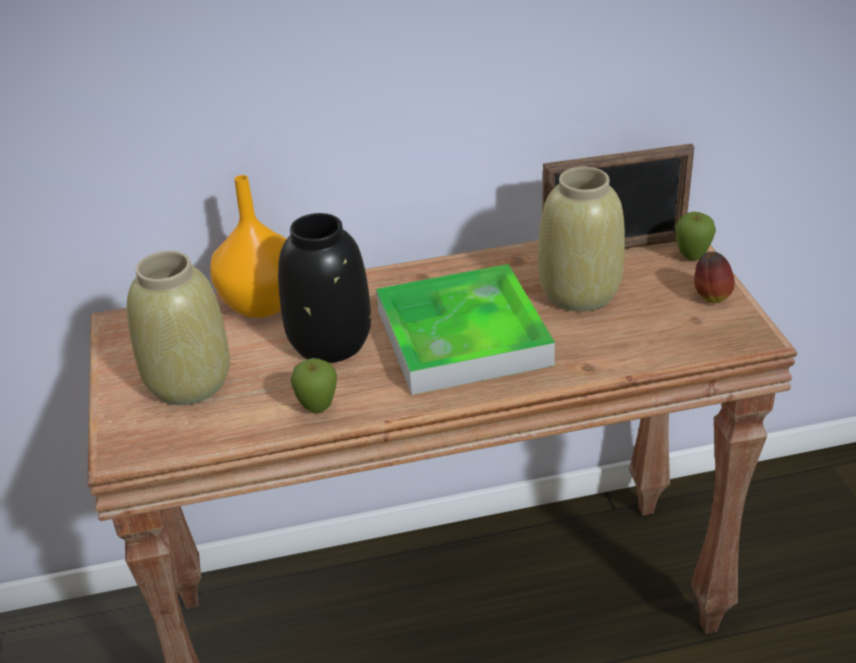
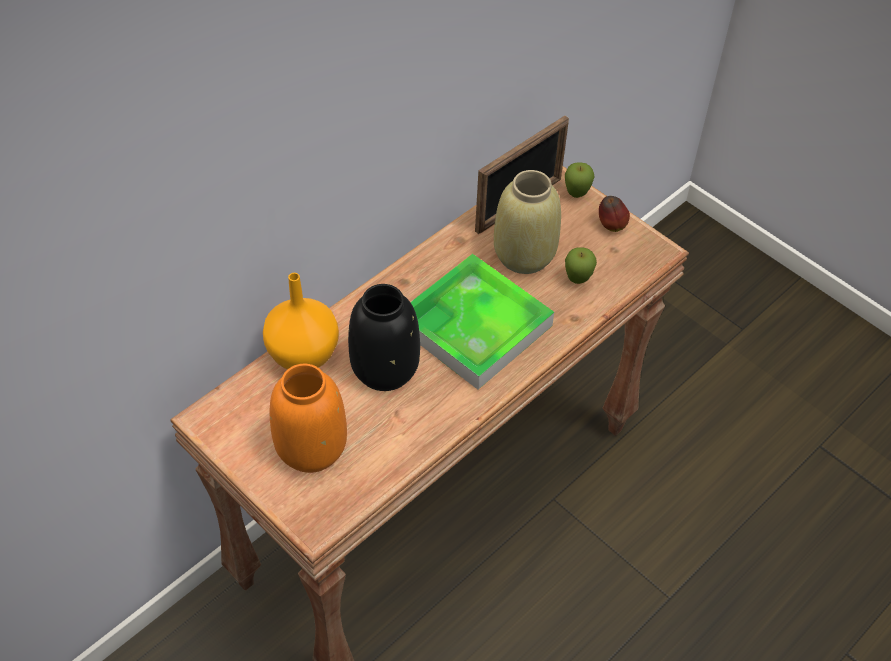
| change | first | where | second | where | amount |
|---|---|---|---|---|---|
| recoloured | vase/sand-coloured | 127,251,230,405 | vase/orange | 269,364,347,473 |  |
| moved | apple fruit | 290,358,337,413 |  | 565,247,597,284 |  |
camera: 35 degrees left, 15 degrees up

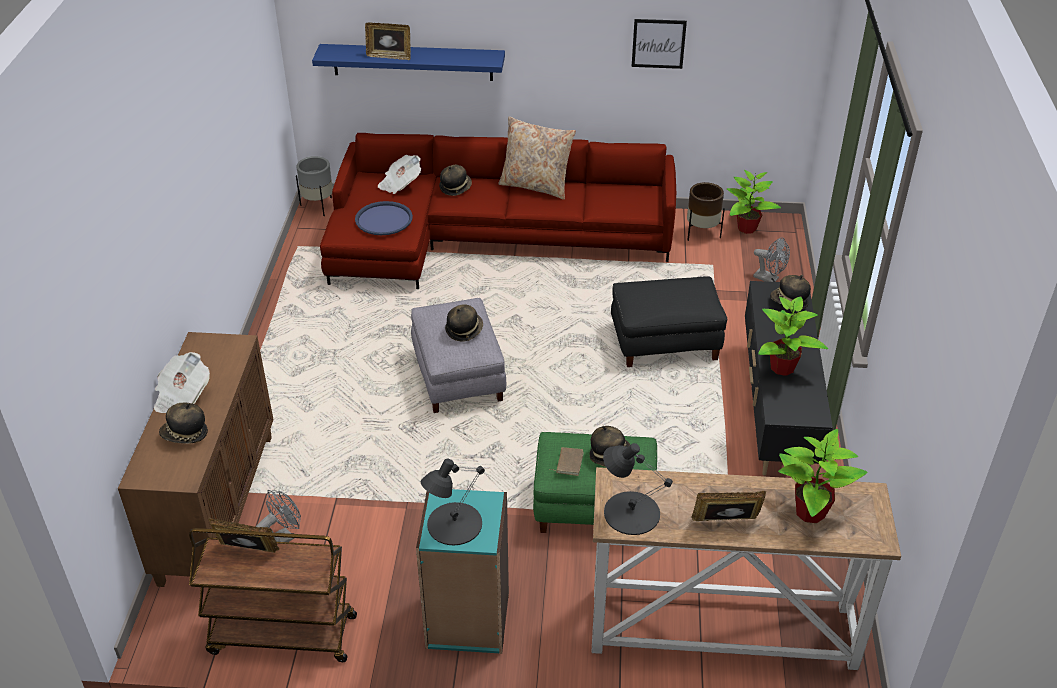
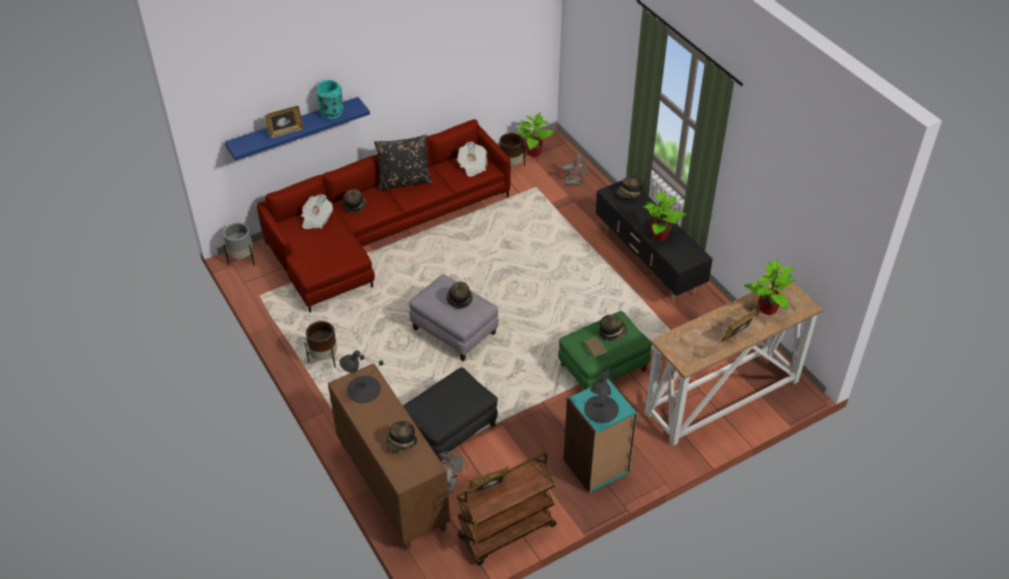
| change | first | where | second | where | amount |
|---|---|---|---|---|---|
| added |  |  | plant pot/brownish | 305,321,337,368 |  |
| added |  |  | vase/turquoise-coloured | 316,80,343,119 |  |
| moved | lamp for a table/black-coloured | 603,443,673,535 |  | 339,350,384,403 |  |
| recoloured | throw pillow/sand-coloured | 498,117,576,200 | throw pillow/black-coloured | 374,134,432,191 |  |
| moved | footrest/black-coloured | 611,276,728,367 |  | 403,367,498,461 |  |
| moved | newspaper | 154,352,210,413 |  | 457,142,487,177 |  |
| removed | tray/bluish | 355,201,413,235 |  |  |  |
| removed | wall picture | 632,19,687,69 |  |  |  |
camera: 35 degrees left, 5 degrees up

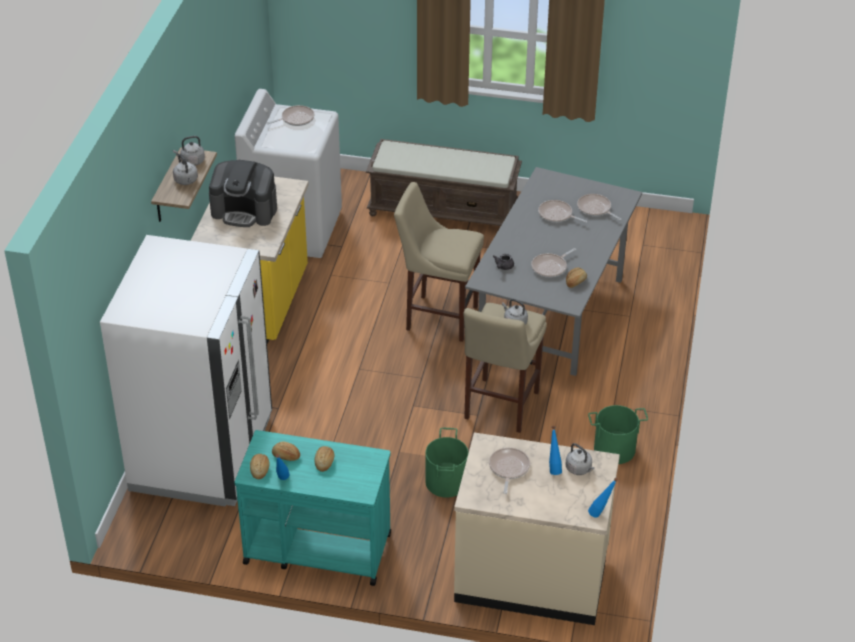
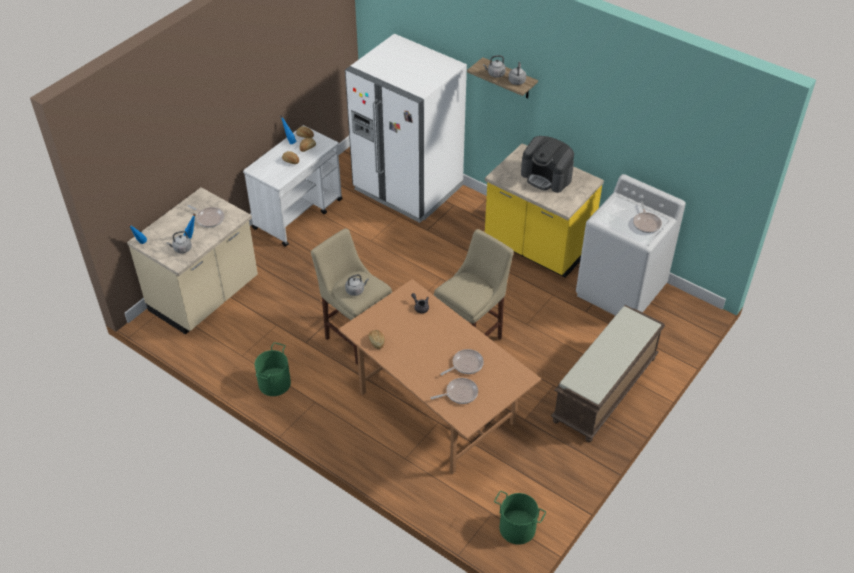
| change | first | where | second | where | amount |
|---|---|---|---|---|---|
| recoloured | wheeled cart/turquoise-coloured | 234,430,391,586 | wheeled cart/white-coloured | 243,125,343,247 |  |
| recoloured | dining table/grey | 465,167,642,376 | dining table/brownish | 338,279,541,475 |  |
| moved | pail/green-coloured | 425,428,468,497 |  | 494,491,546,545 |  |
| turned | coffee machine | 209,160,277,227 |  | 521,136,574,193 | 90 degrees counterclockwise |
| removed | frying pan | 531,248,576,278 |  |  |  |
camera: 115 degrees right, 5 degrees up

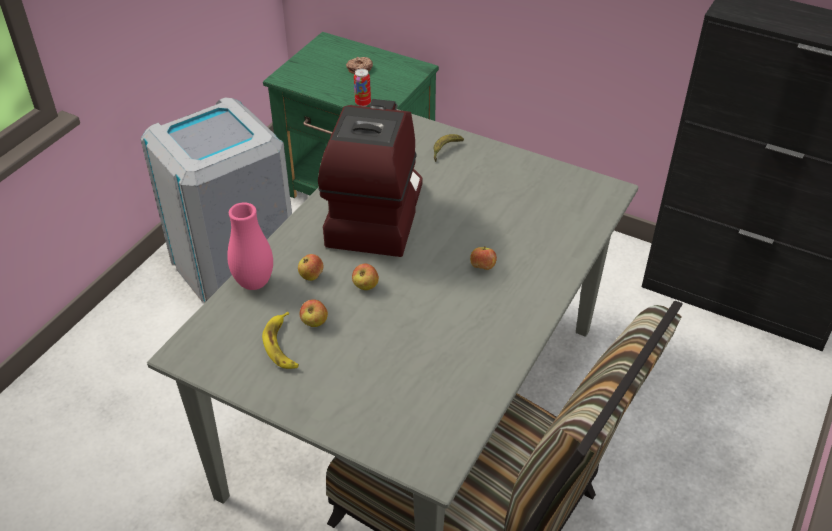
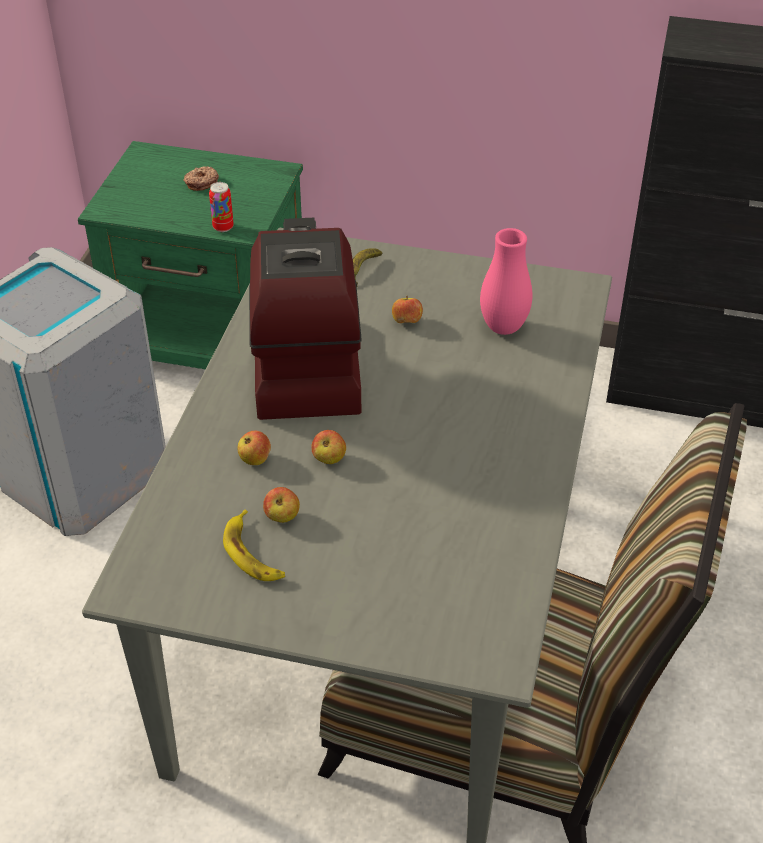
| change | first | where | second | where | amount |
|---|---|---|---|---|---|
| moved | apple fruit | 470,246,497,270 |  | 392,296,423,323 |  |
| moved | vase/pink | 227,202,273,290 |  | 480,228,532,335 |  |
camera: 15 degrees left, 0 degrees up

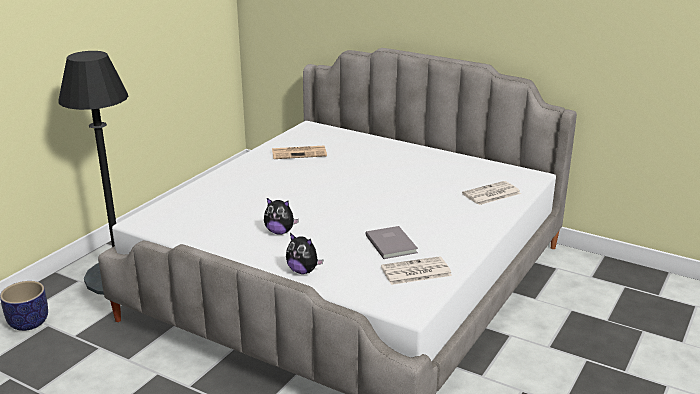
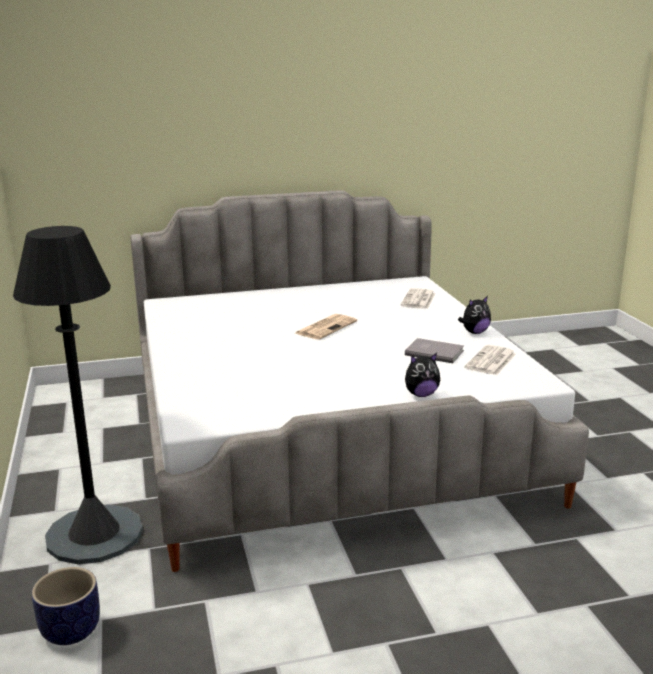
| change | first | where | second | where | amount |
|---|---|---|---|---|---|
| moved | newspaper | 272,146,327,159 |  | 295,314,357,340 |  |
| moved | plush toy | 264,198,299,235 |  | 458,296,491,334 |  |
camera: 45 degrees left, 5 degrees down

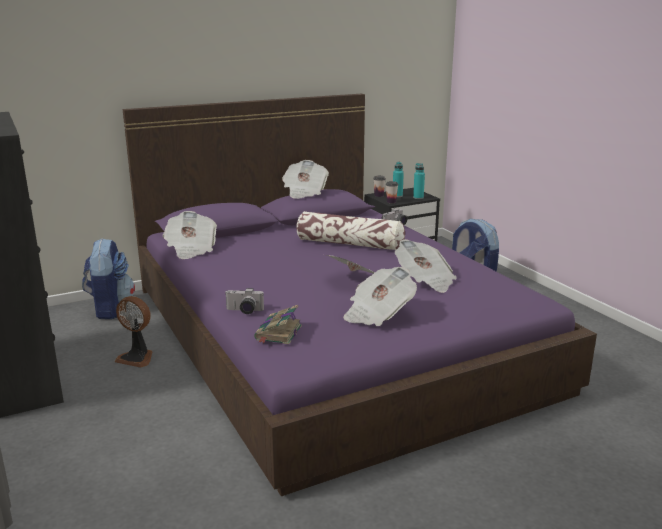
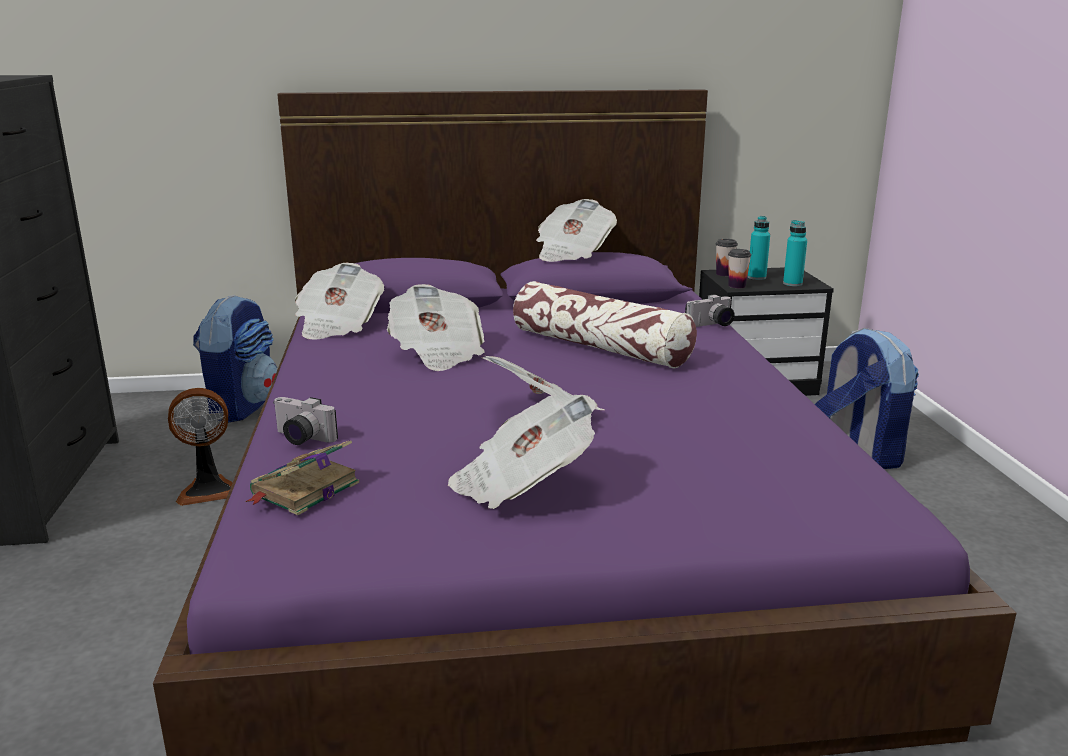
| change | first | where | second | where | amount |
|---|---|---|---|---|---|
| turned | fan | 115,296,153,368 |  | 168,388,233,506 | 60 degrees counterclockwise |
| moved | newspaper | 395,239,457,293 |  | 387,284,485,371 |  |
camera: 20 degrees right, 0 degrees up

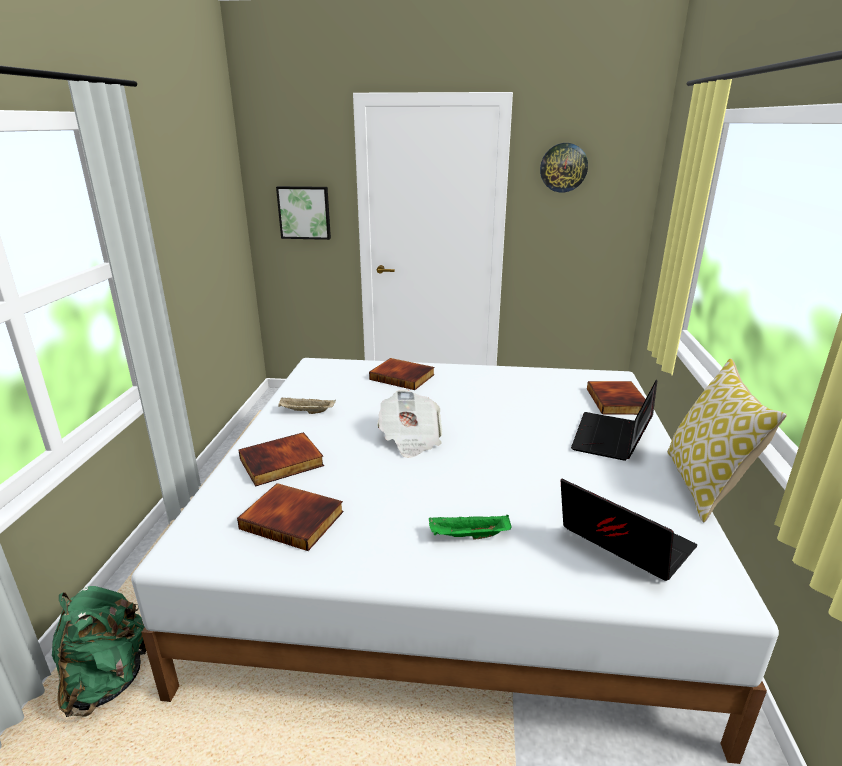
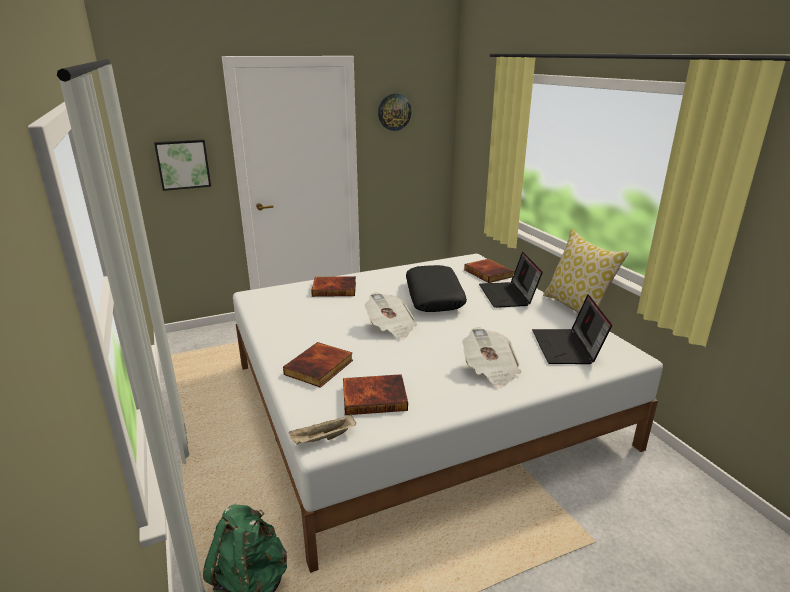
| change | first | where | second | where | amount |
|---|---|---|---|---|---|
| moved | tray/sand-coloured | 278,397,336,414 |  | 289,414,356,445 |  |
| added |  |  | throw pillow/black-coloured | 406,265,467,312 |  |
| replaced | tray/green-coloured | 429,515,512,539 | newspaper | 462,327,521,388 |  |
| turned | portable computer | 561,479,697,581 |  | 532,294,612,364 | 105 degrees counterclockwise |
camera: 30 degrees left, 0 degrees up

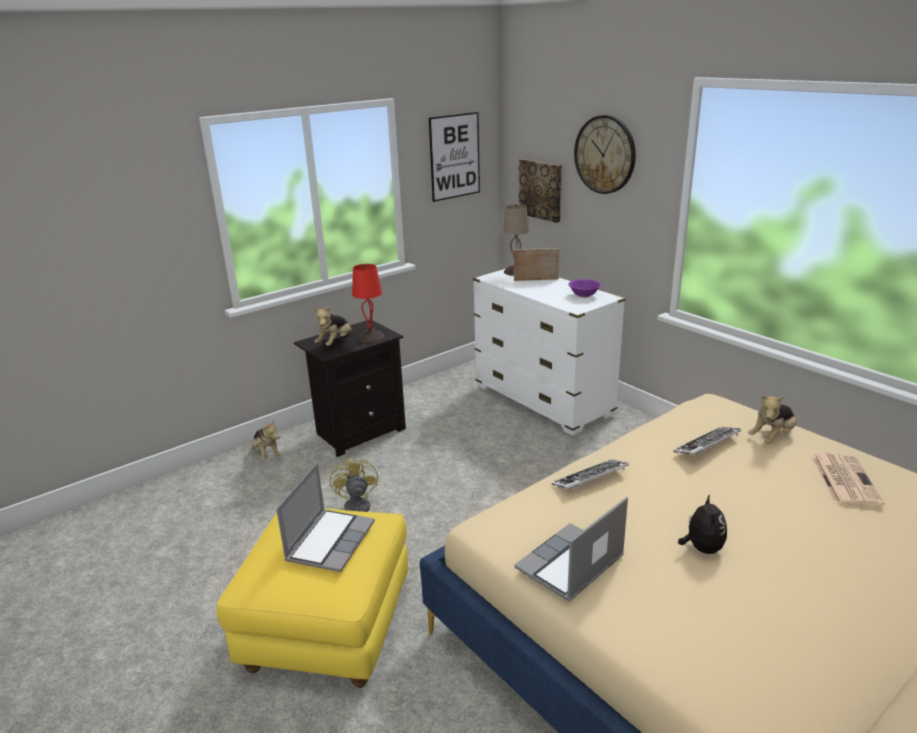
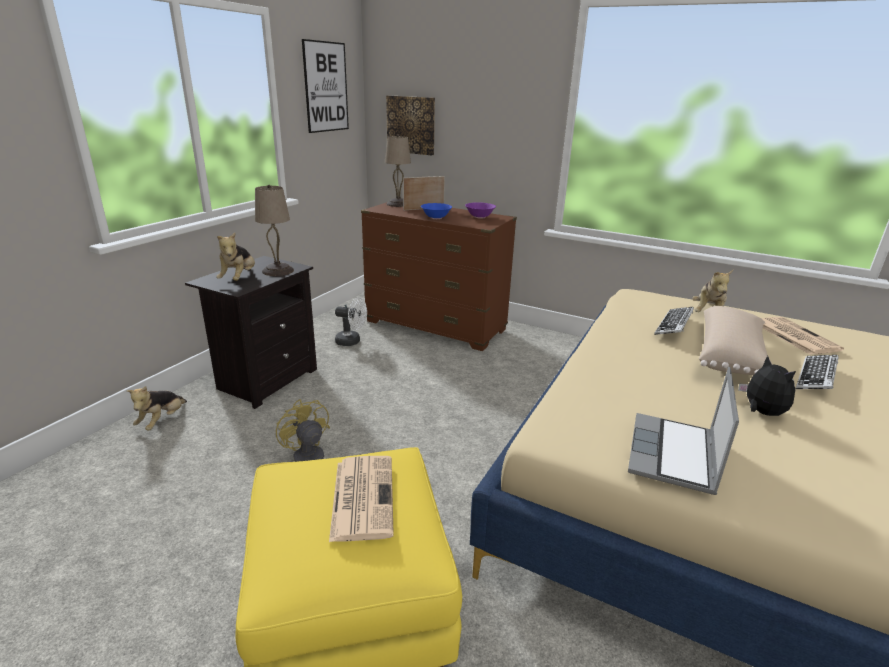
| change | first | where | second | where | amount |
|---|---|---|---|---|---|
| turned | plush toy | 249,420,281,460 |  | 127,386,187,430 | 75 degrees clockwise |
| recoloured | lamp for a table/red-coloured | 352,264,385,343 | lamp for a table/sand-coloured | 255,185,294,276 |  |
| replaced | portable computer | 276,463,375,572 | newspaper | 329,456,394,542 |  |
| added |  |  | fan/white-coloured | 335,297,367,346 |  |
| recoloured | drawer chest/white-coloured | 473,269,625,436 | drawer chest/brownish | 361,202,517,351 |  |
| added |  |  | serving bowl/bluish | 421,203,452,219 |  |
| added |  |  | throw pillow/sand-coloured | 699,306,773,375 |  |
| moved | PC keyboard | 552,460,629,490 |  | 795,355,839,389 |  |
| removed | clock on the wall | 574,115,636,194 |  |  |  |
camera: 25 degrees left, 0 degrees up

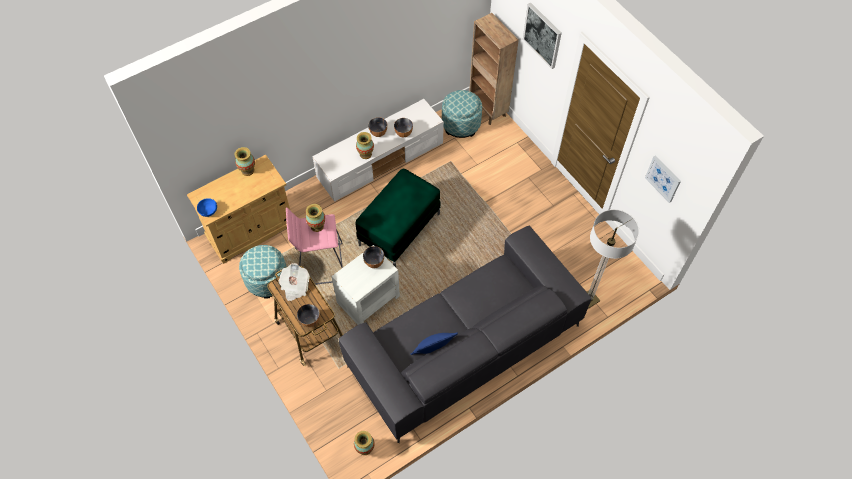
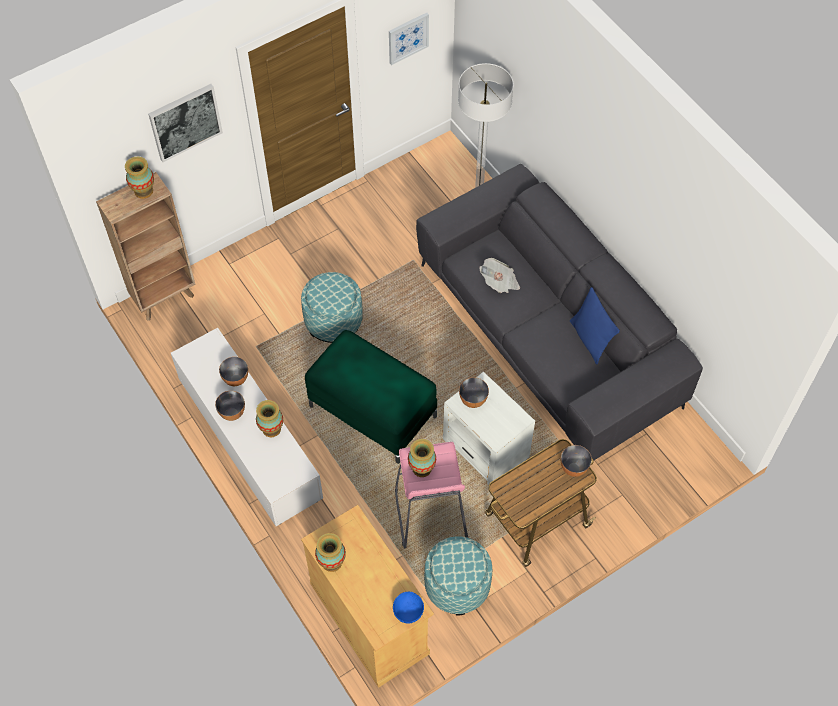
| change | first | where | second | where | amount |
|---|---|---|---|---|---|
| moved | vase | 354,431,375,455 |  | 125,157,154,199 |  |
| moved | footrest | 442,90,482,138 |  | 301,272,363,343 |  |
| moved | newspaper | 279,263,310,301 |  | 479,258,520,293 |  |
camera: 90 degrees left, 0 degrees up

